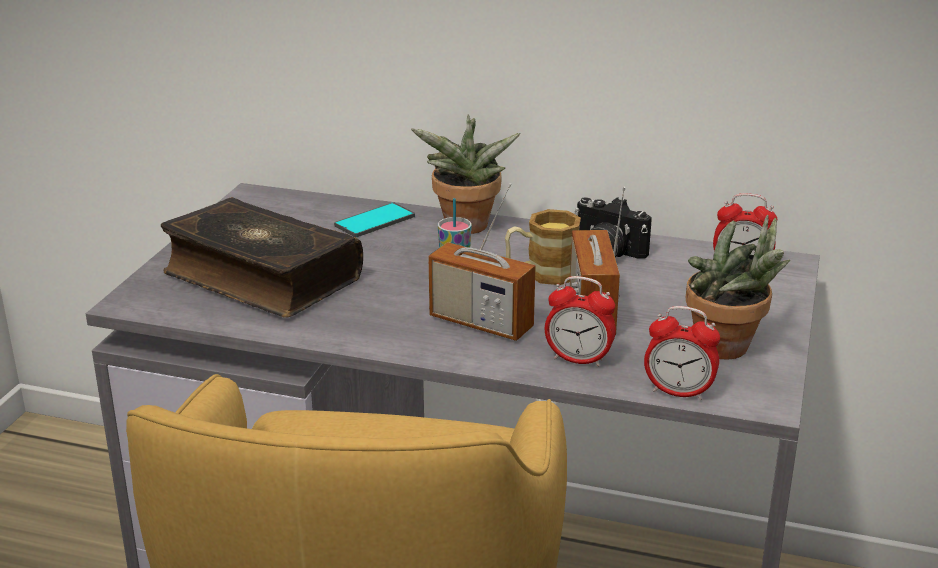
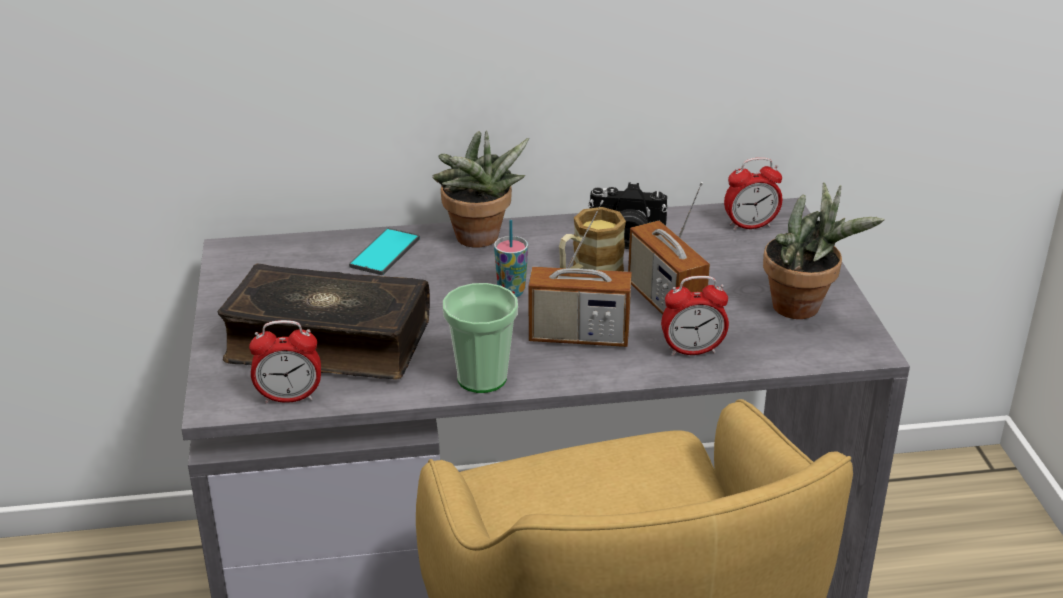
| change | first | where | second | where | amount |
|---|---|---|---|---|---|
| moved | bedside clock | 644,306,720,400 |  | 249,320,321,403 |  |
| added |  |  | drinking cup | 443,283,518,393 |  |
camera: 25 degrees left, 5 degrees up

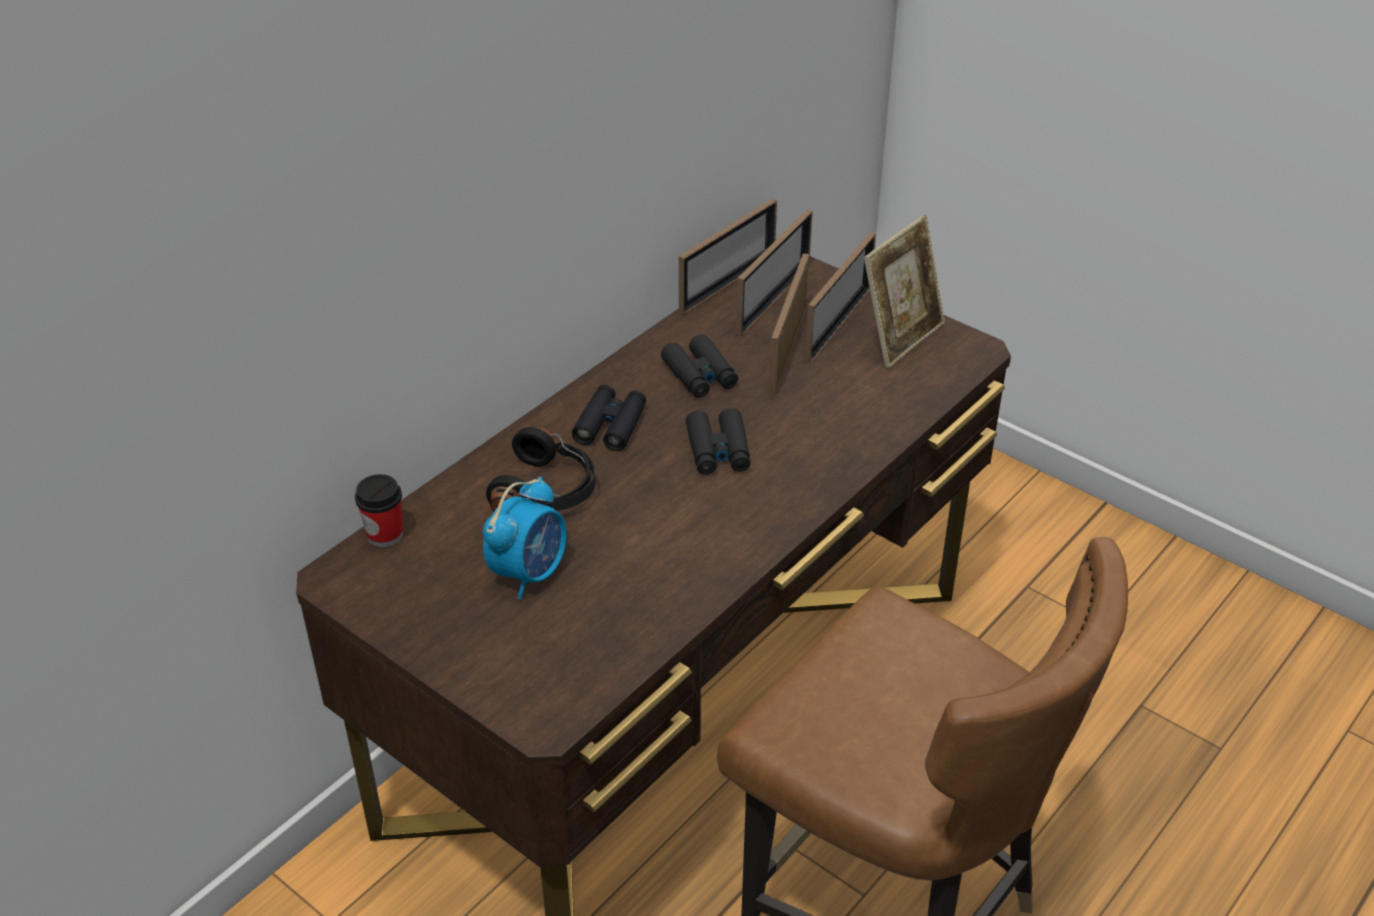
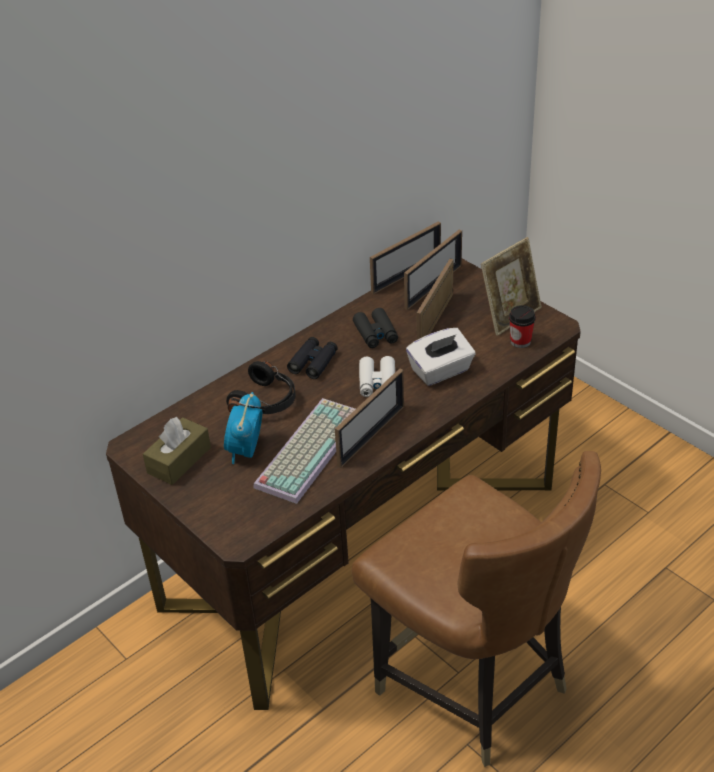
| change | first | where | second | where | amount |
|---|---|---|---|---|---|
| added |  |  | tissue box/brownish | 143,417,211,485 |  |
| turned | bedside clock | 483,477,567,600 |  | 224,392,262,464 | 150 degrees clockwise |
| added |  |  | PC keyboard | 253,398,355,504 |  |
| moved | standing frame | 805,232,876,364 |  | 335,369,404,468 |  |
| recoloured | field glasses/black-coloured | 686,408,751,474 | field glasses/white-coloured | 359,356,395,397 |  |
| added |  |  | tissue box/white-coloured | 406,328,475,386 |  |
| moved | drinking cup | 355,474,403,548 |  | 509,305,536,348 |  |
camera: 10 degrees right, 0 degrees up

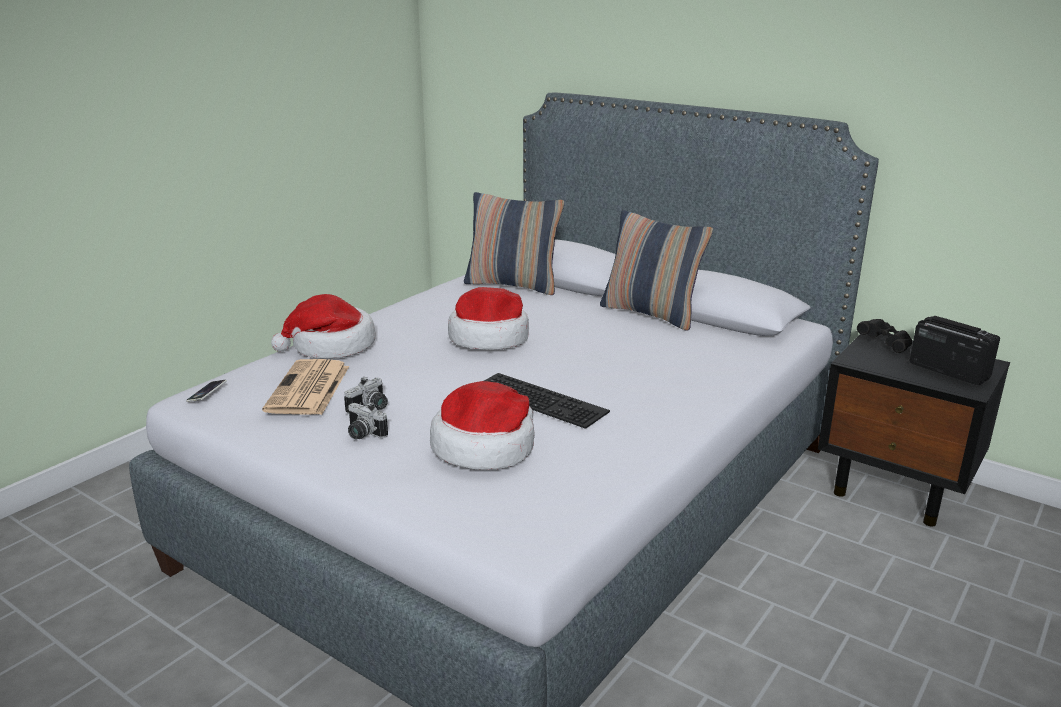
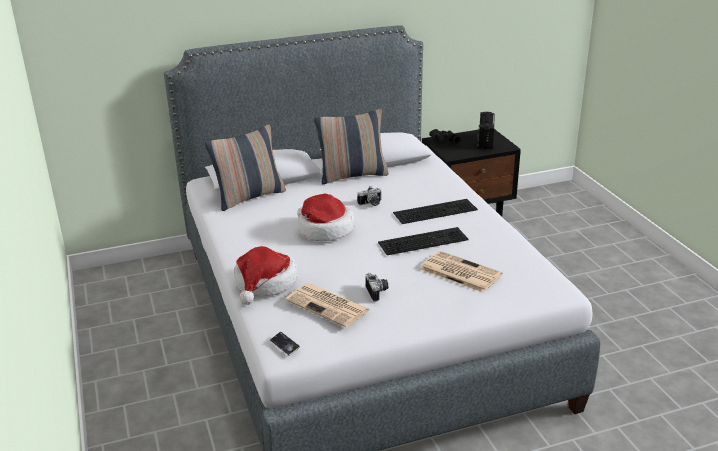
| change | first | where | second | where | amount |
|---|---|---|---|---|---|
| moved | still camera | 348,402,388,439 |  | 357,186,381,206 |  |
| added |  |  | PC keyboard | 393,199,478,224 |  |
| replaced | clothing hat | 430,381,535,470 | newspaper | 420,251,503,293 |  |
| turned | radio | 910,316,1000,385 |  | 477,112,495,150 | 75 degrees counterclockwise |
camera: 55 degrees left, 5 degrees up

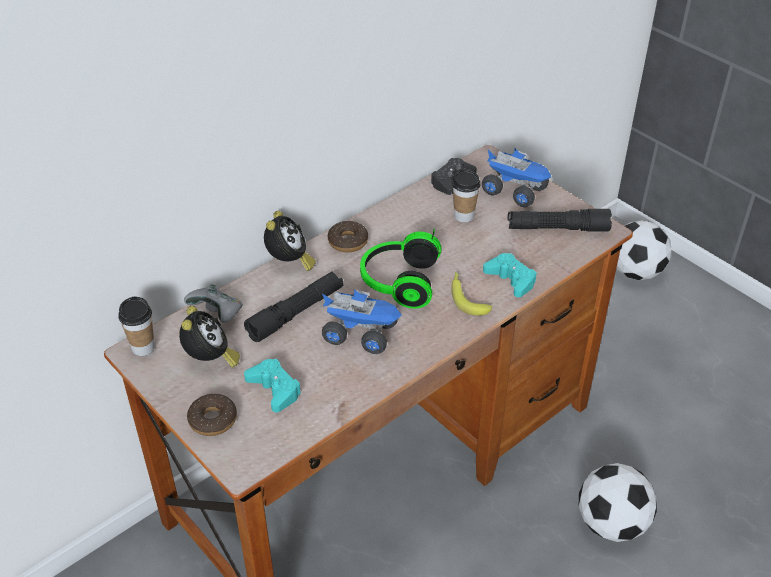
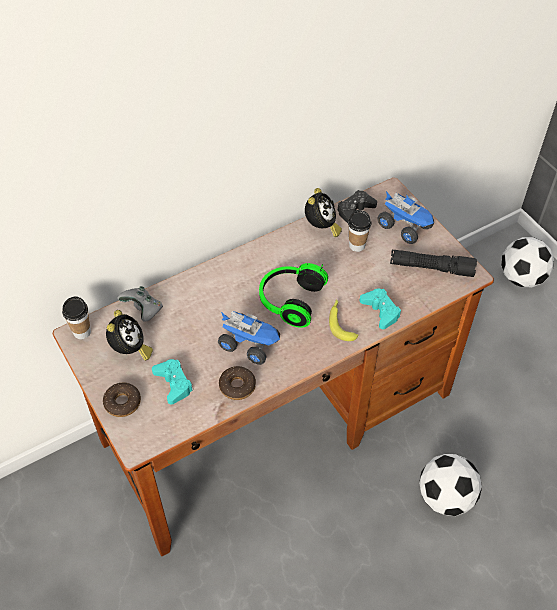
| change | first | where | second | where | amount |
|---|---|---|---|---|---|
| moved | ring doughnut | 328,221,368,252 |  | 219,366,256,400 |  |
| moved | bedside clock | 264,211,316,271 |  | 305,188,342,237 |  |
| removed | torch/black-coloured | 244,271,344,342 |  |  |  |
camera: 10 degrees right, 10 degrees up

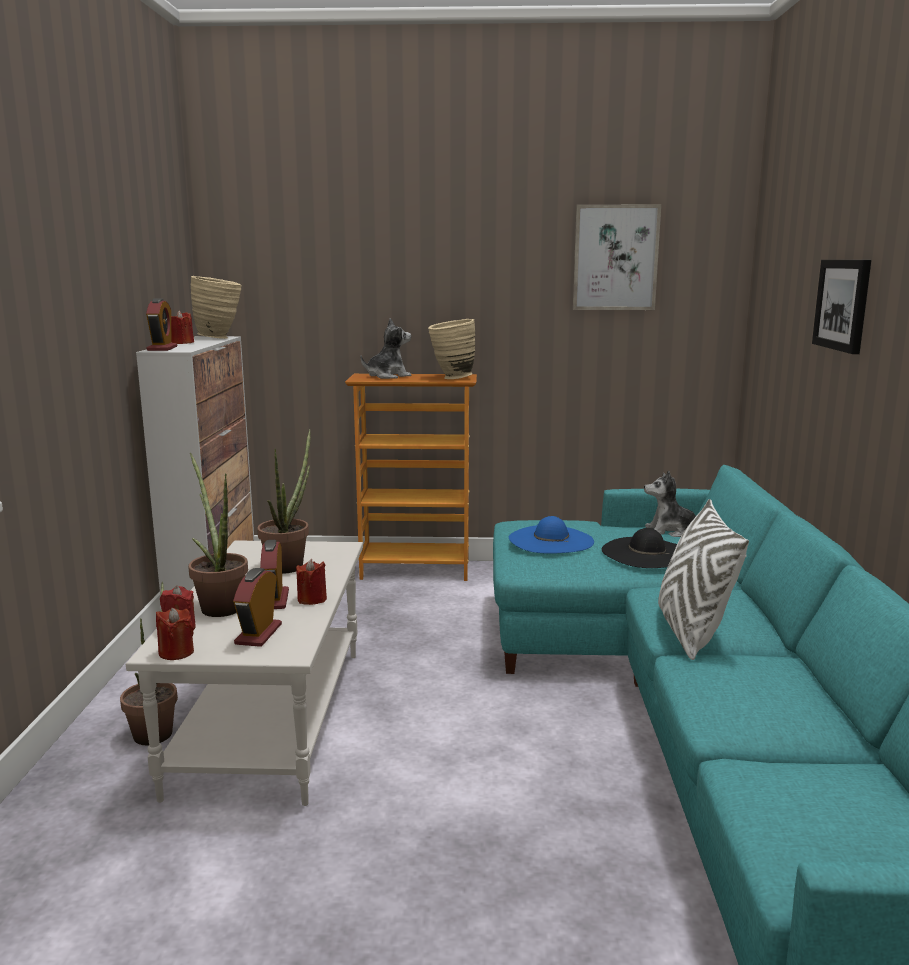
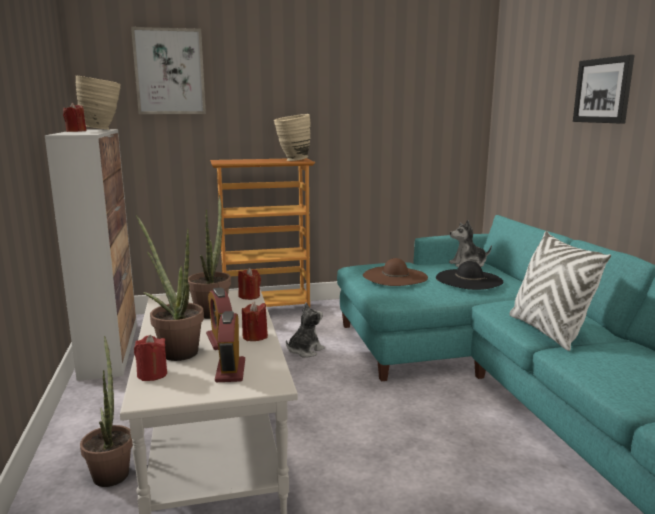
| change | first | where | second | where | amount |
|---|---|---|---|---|---|
| moved | wall picture | 573,204,661,310 |  | 131,27,206,114 |  |
| moved | wax light/red-coloured | 156,608,194,660 |  | 238,268,261,300 |  |
| moved | plush toy | 361,318,411,379 |  | 286,302,325,357 |  |
| recoloured | clothing hat/bluish | 509,516,594,554 | clothing hat/brownish | 363,258,428,286 |  |
| removed | bedside clock | 146,298,177,351 |  |  |  |
camera: 15 degrees left, 0 degrees up

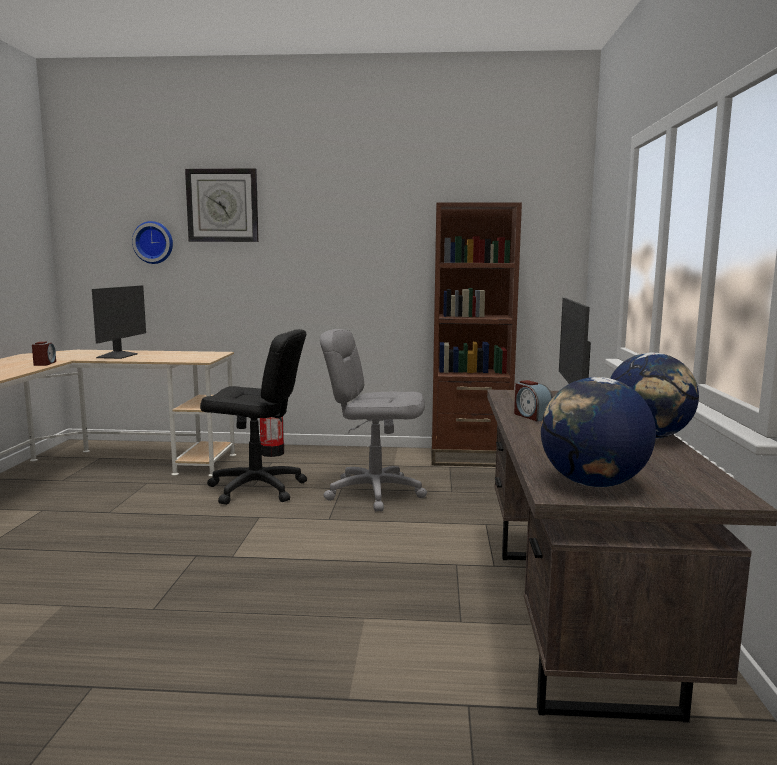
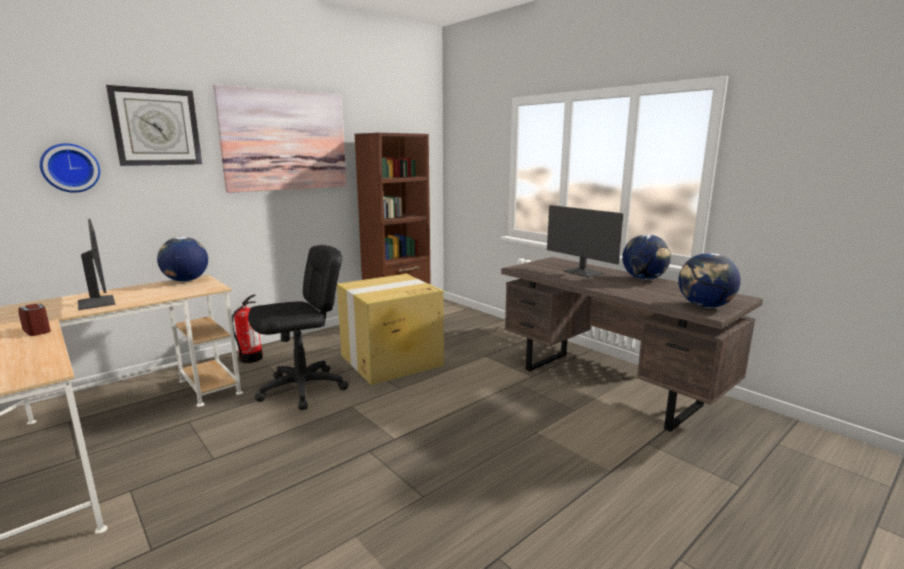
| change | first | where | second | where | amount |
|---|---|---|---|---|---|
| added |  |  | globe | 157,237,208,282 |  |
| added |  |  | wall picture | 213,85,347,193 |  |
| replaced | computer chair/grey | 320,329,427,511 | cardboard box | 337,274,444,385 |  |
| removed | bedside clock | 514,380,553,421 |  |  |  |
camera: 45 degrees left, 5 degrees up

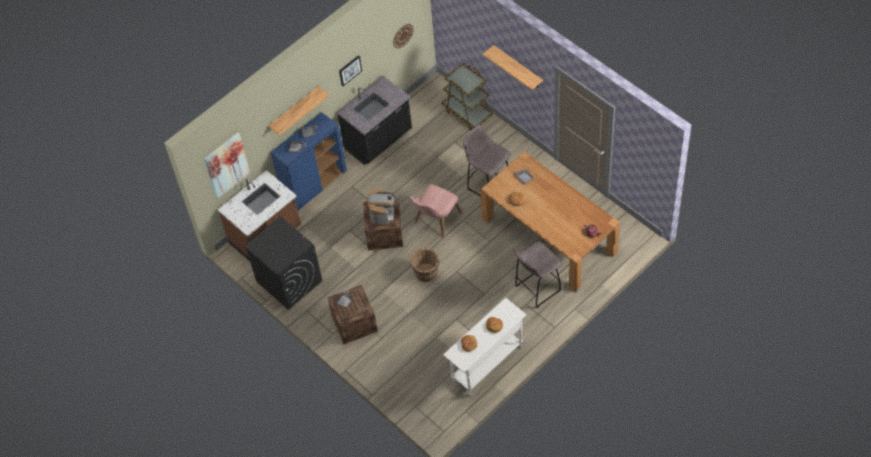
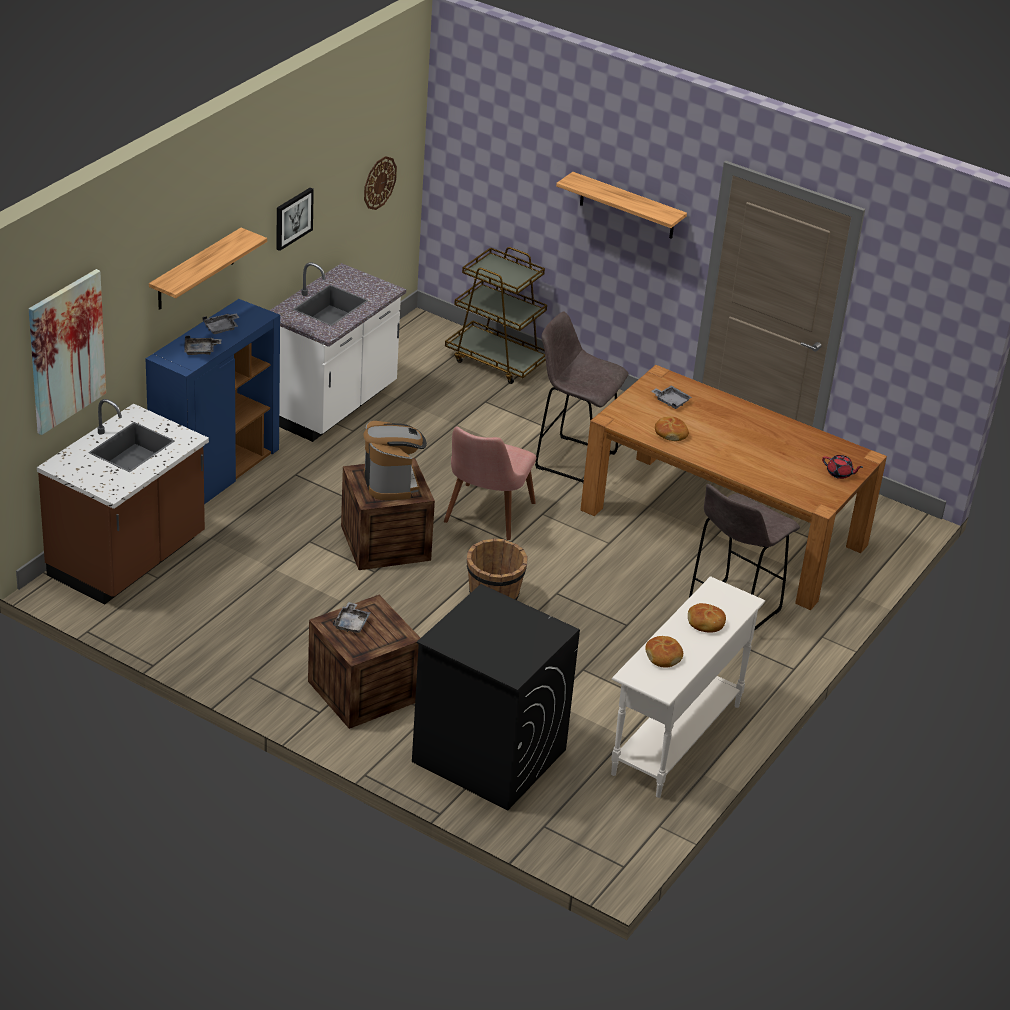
| change | first | where | second | where | amount |
|---|---|---|---|---|---|
| recoloured | kitchen base unit/black-coloured | 337,76,412,165 | kitchen base unit/white-coloured | 269,262,406,442 |  |
| moved | washing machine/black-coloured | 244,216,322,310 |  | 412,584,580,811 |  |
camera: 20 degrees left, 20 degrees down

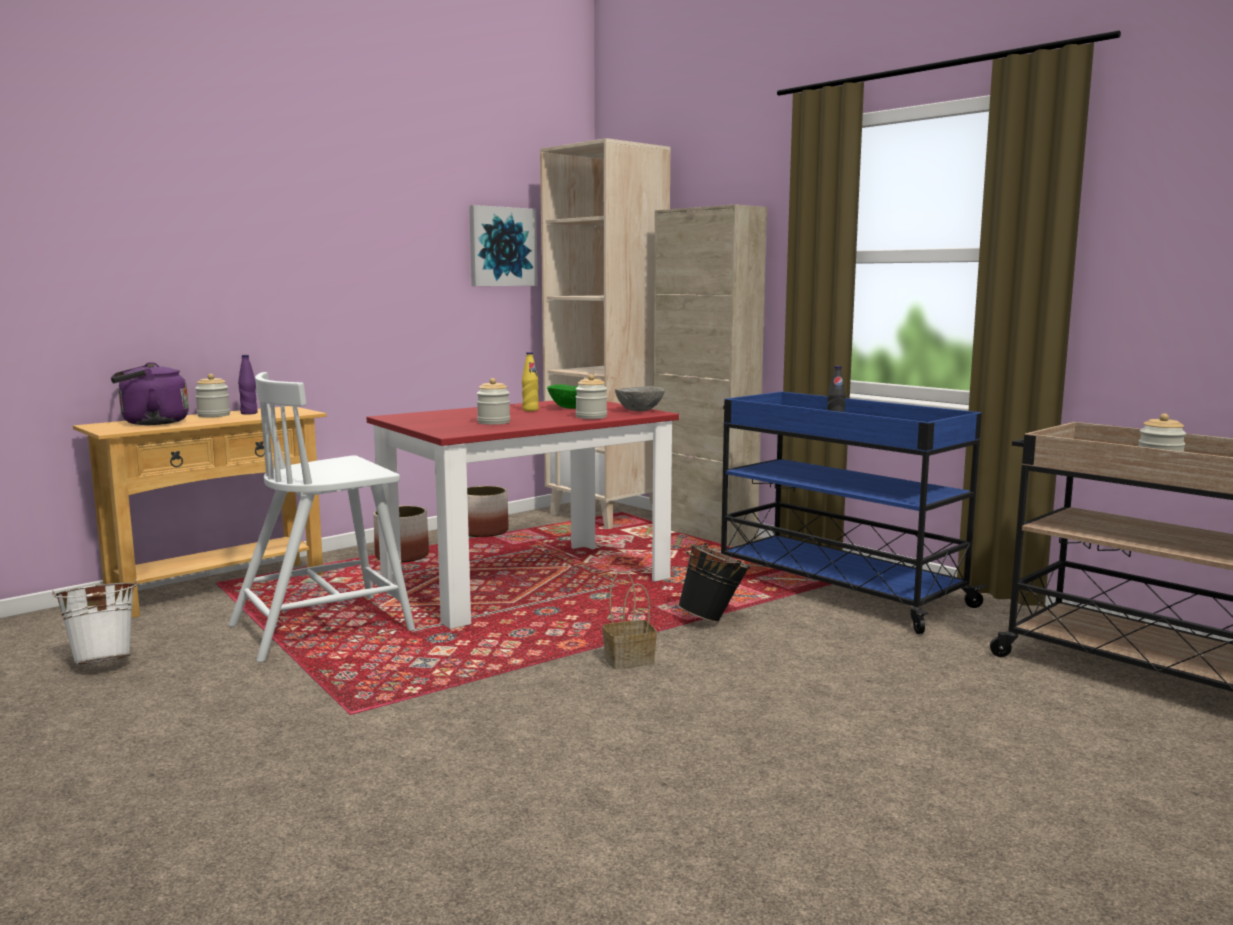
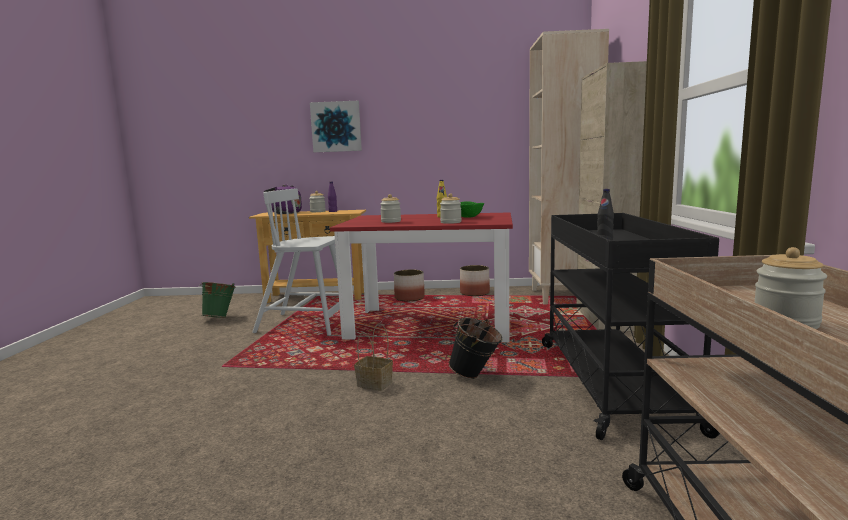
| change | first | where | second | where | amount |
|---|---|---|---|---|---|
| recoloured | pail/white-coloured | 52,579,138,665 | pail/green-coloured | 199,282,236,318 |  |
| moved | wall picture | 469,205,538,286 |  | 310,101,362,152 |  |
| recoloured | wheeled cart/bluish | 721,391,988,634 | wheeled cart/black-coloured | 542,213,720,440 |  |
| removed | serving bowl/grey | 615,386,665,411 |  |  |  |
camera: 45 degrees right, 0 degrees up

